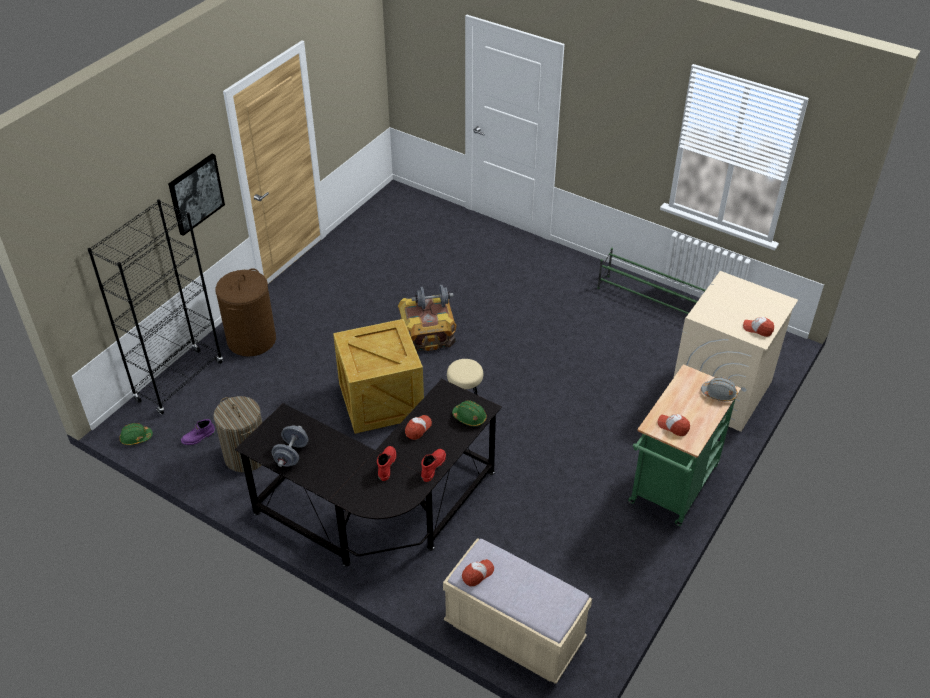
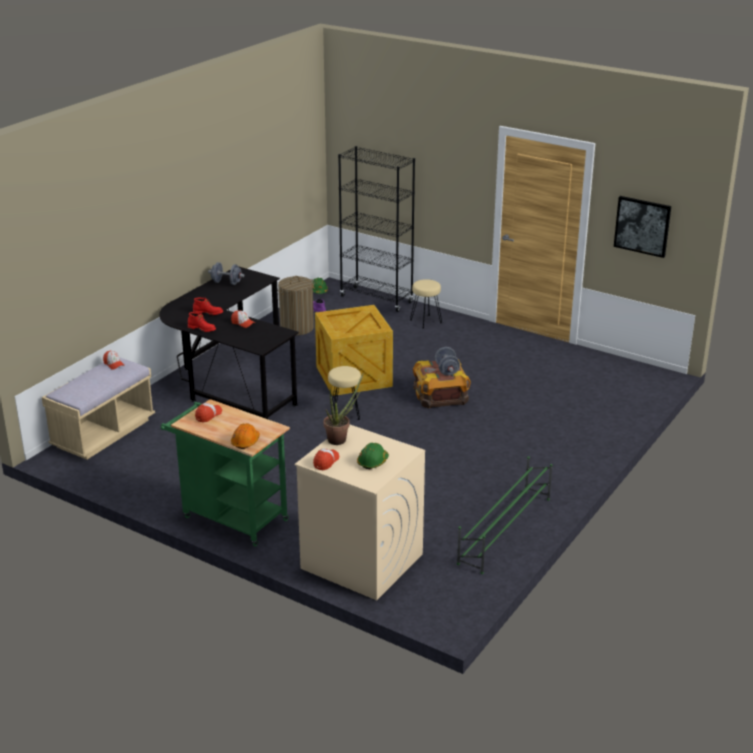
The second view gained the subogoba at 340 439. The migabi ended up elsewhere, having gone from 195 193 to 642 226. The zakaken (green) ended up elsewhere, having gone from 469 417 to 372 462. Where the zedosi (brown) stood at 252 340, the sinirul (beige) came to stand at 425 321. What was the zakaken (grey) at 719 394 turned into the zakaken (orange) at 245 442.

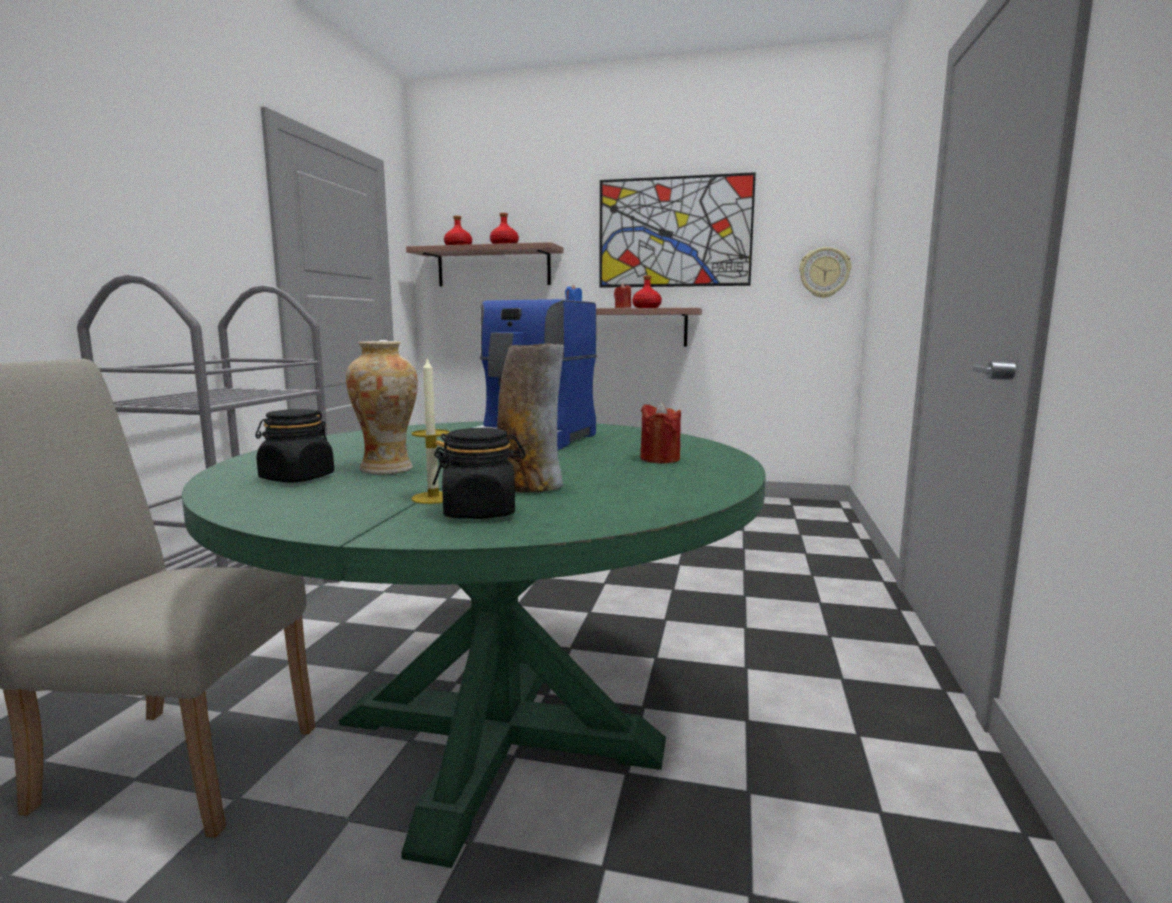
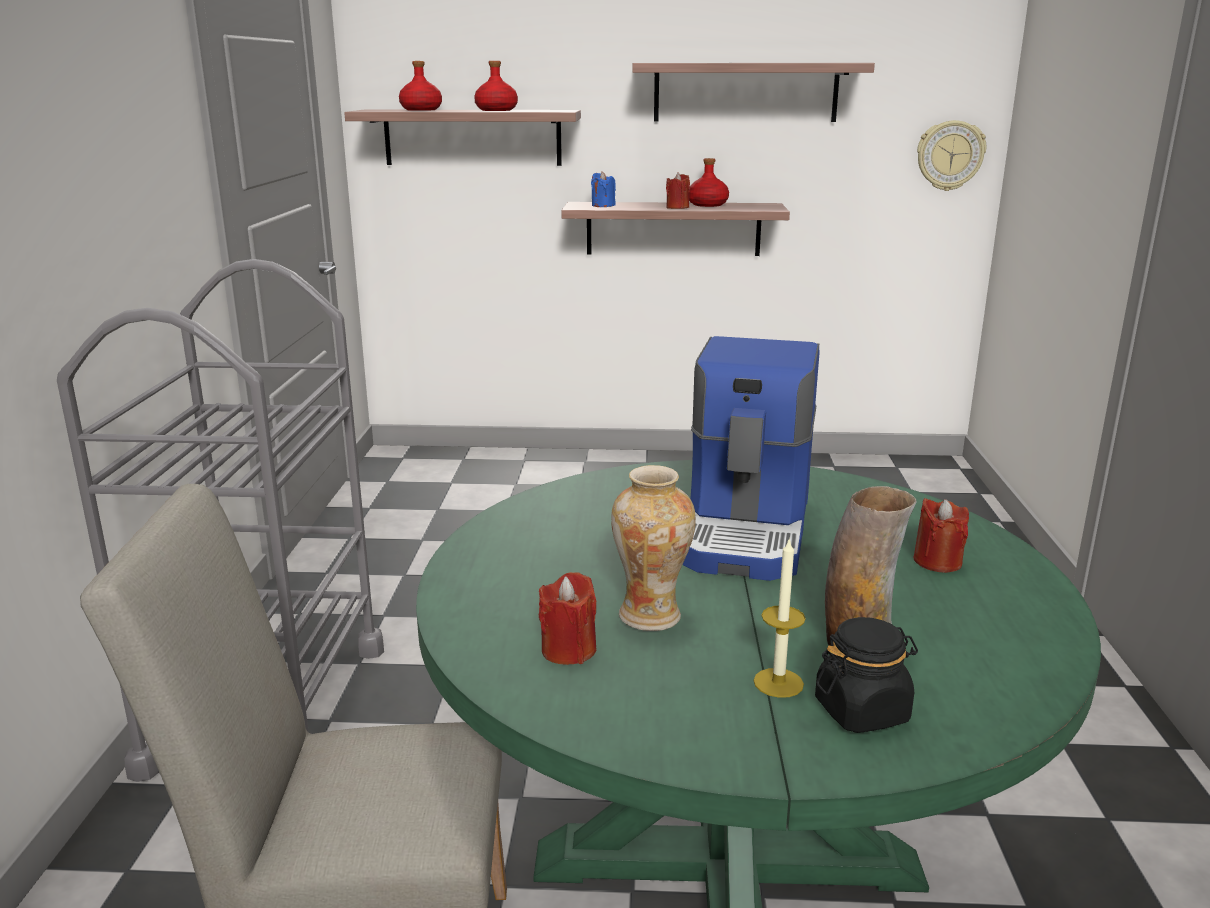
Where the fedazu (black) stood at 297 478, the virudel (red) came to stand at 568 650. Where the migabi hung at 674 232, the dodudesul came to hang at 745 92.

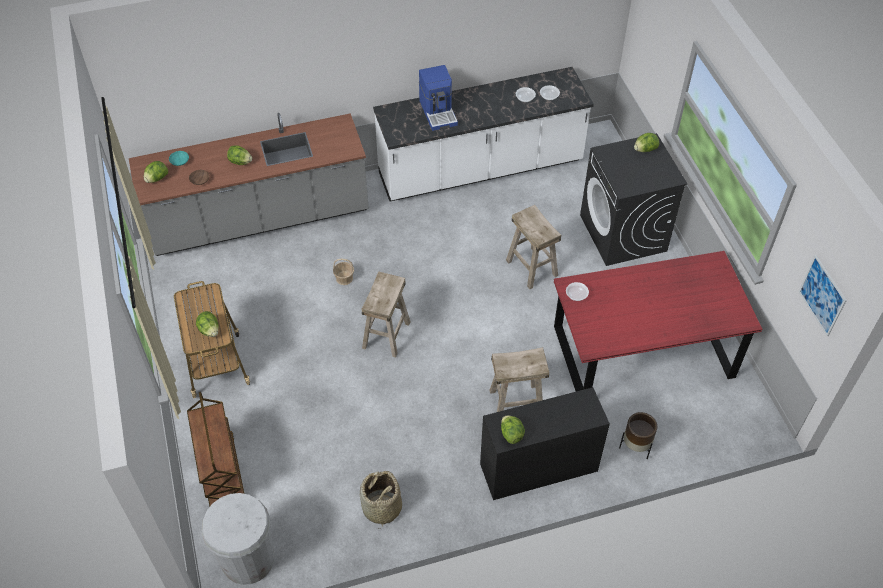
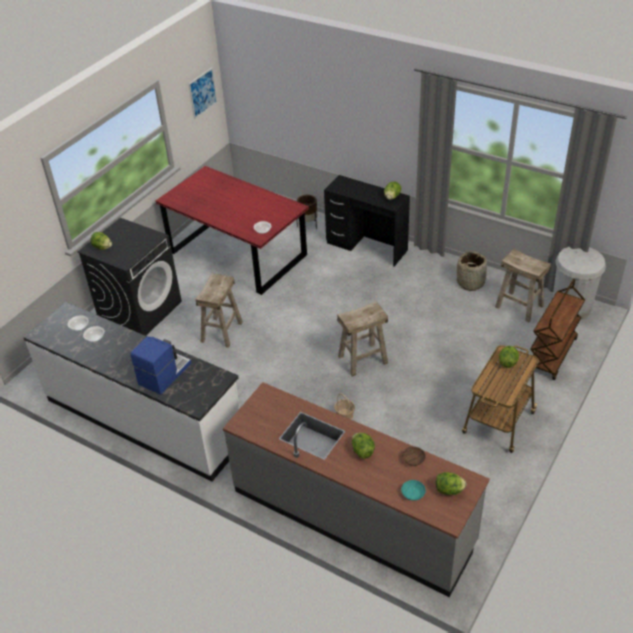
The sinirul (beige) ended up elsewhere, having gone from 516 402 to 518 306.

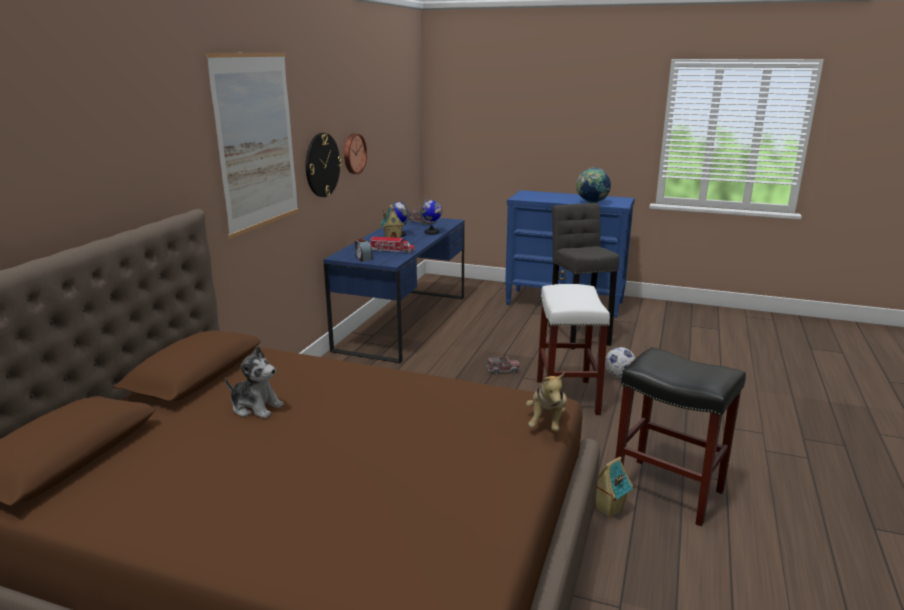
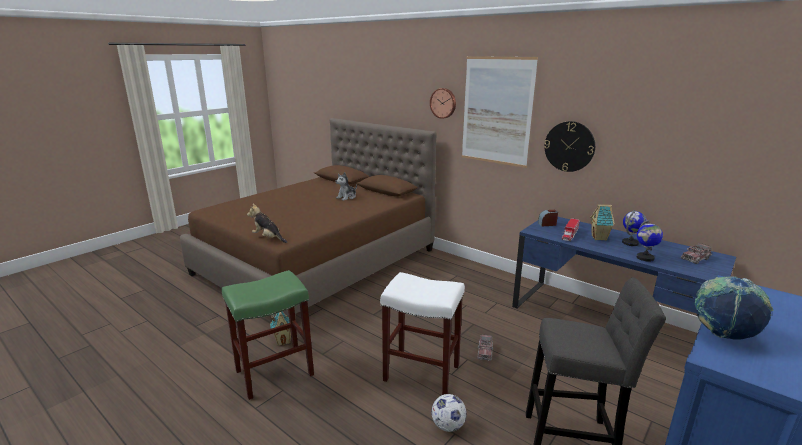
The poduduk ended up elsewhere, having gone from 353 153 to 443 103. What was the sinirul (black) at 669 491 turned into the sinirul (green) at 273 373.

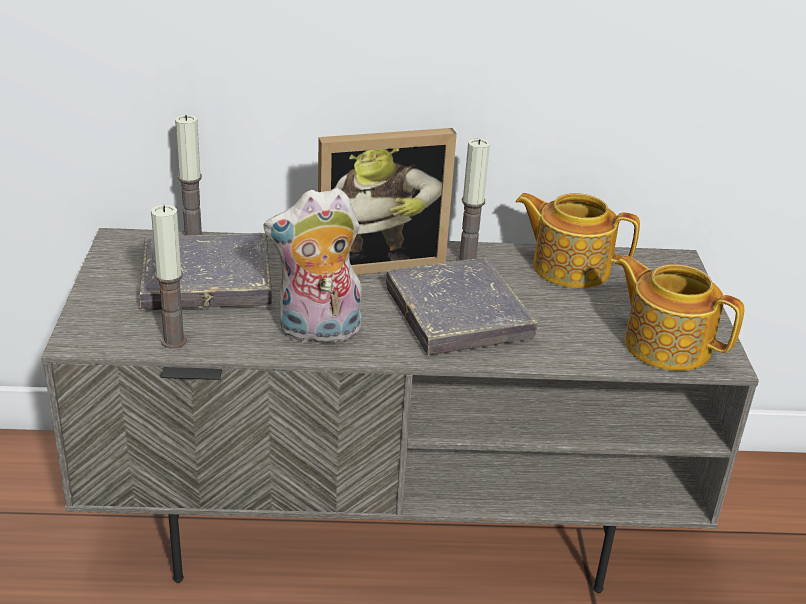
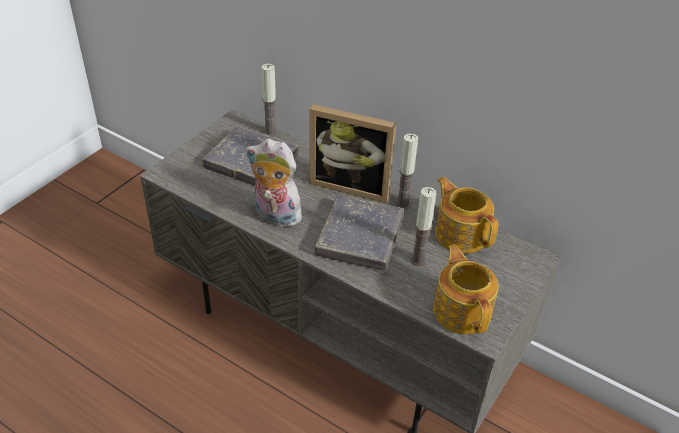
The virudel ended up elsewhere, having gone from 174 341 to 418 260.

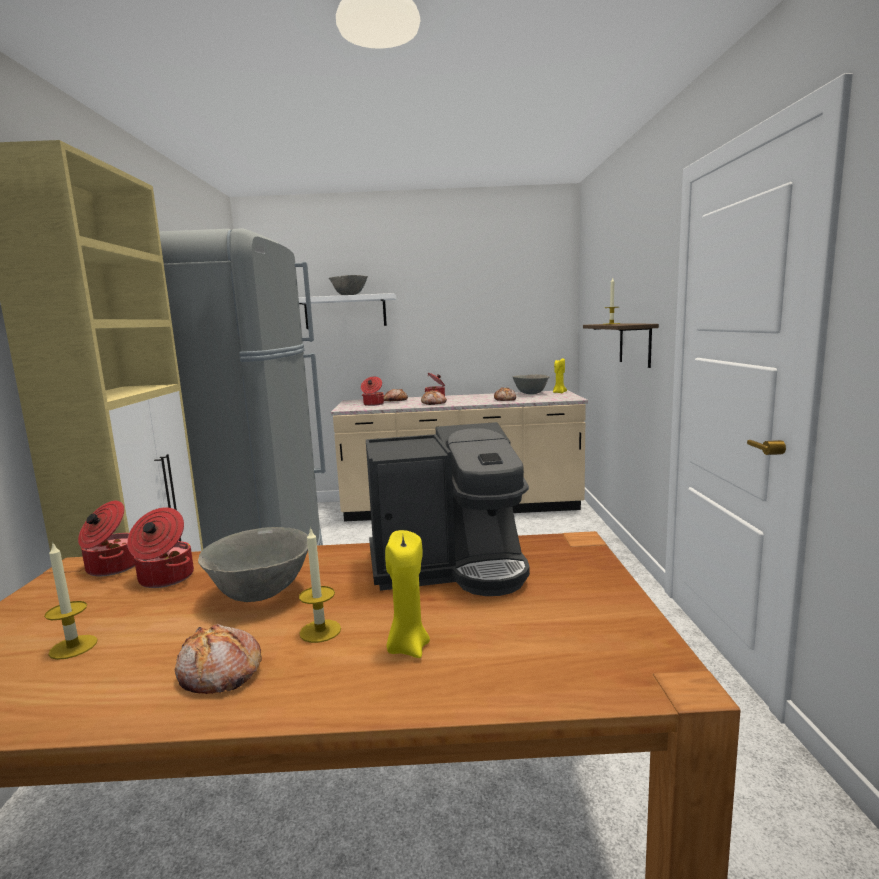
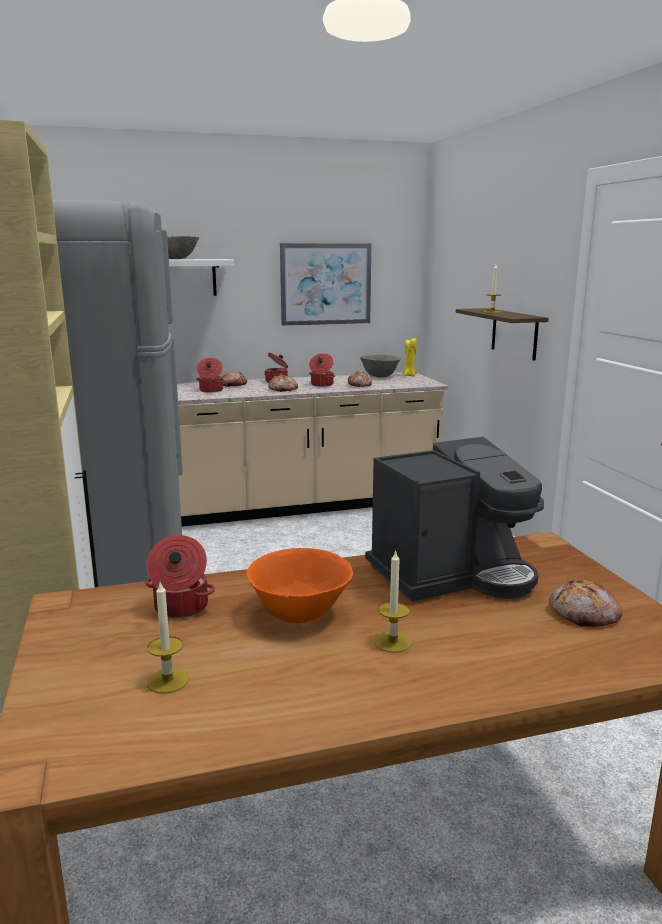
The second view lost the virudel (yellow) at 407 648. The second view gained the migabi at 325 284. The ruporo ended up elsewhere, having gone from 112 567 to 321 385. The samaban ended up elsewhere, having gone from 219 673 to 584 614. What was the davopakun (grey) at 261 594 turned into the davopakun (orange) at 300 614.

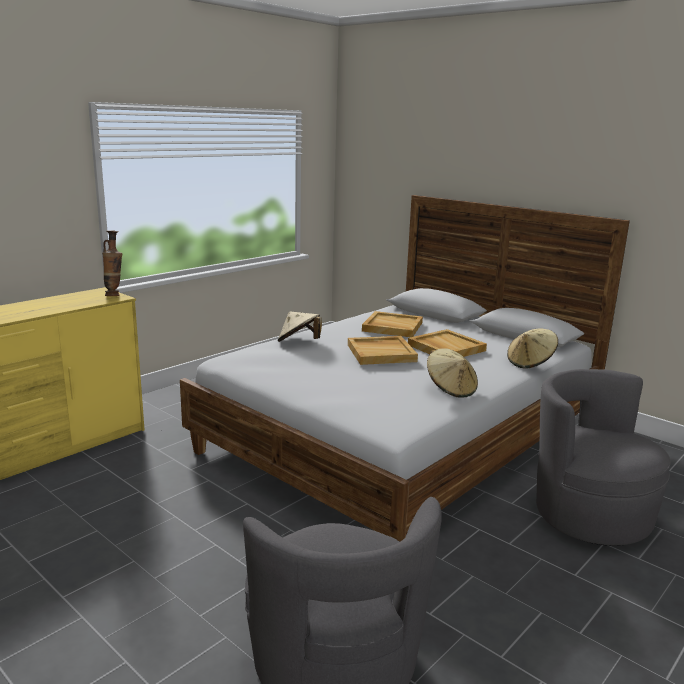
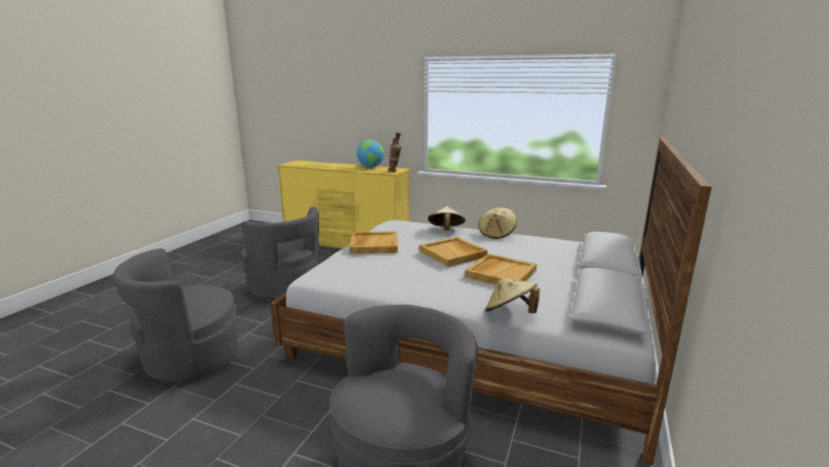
The second view gained the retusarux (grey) at 285 287. The second view gained the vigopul at 371 167. The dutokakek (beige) ended up elsewhere, having gone from 392 327 to 373 244. The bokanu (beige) ended up elsewhere, having gone from 450 389 to 497 234.

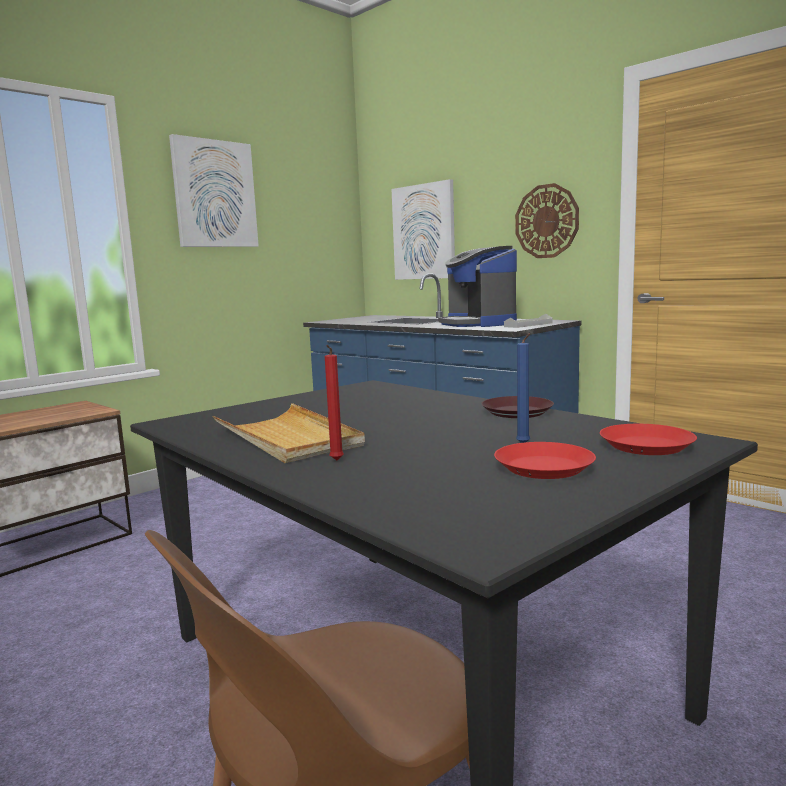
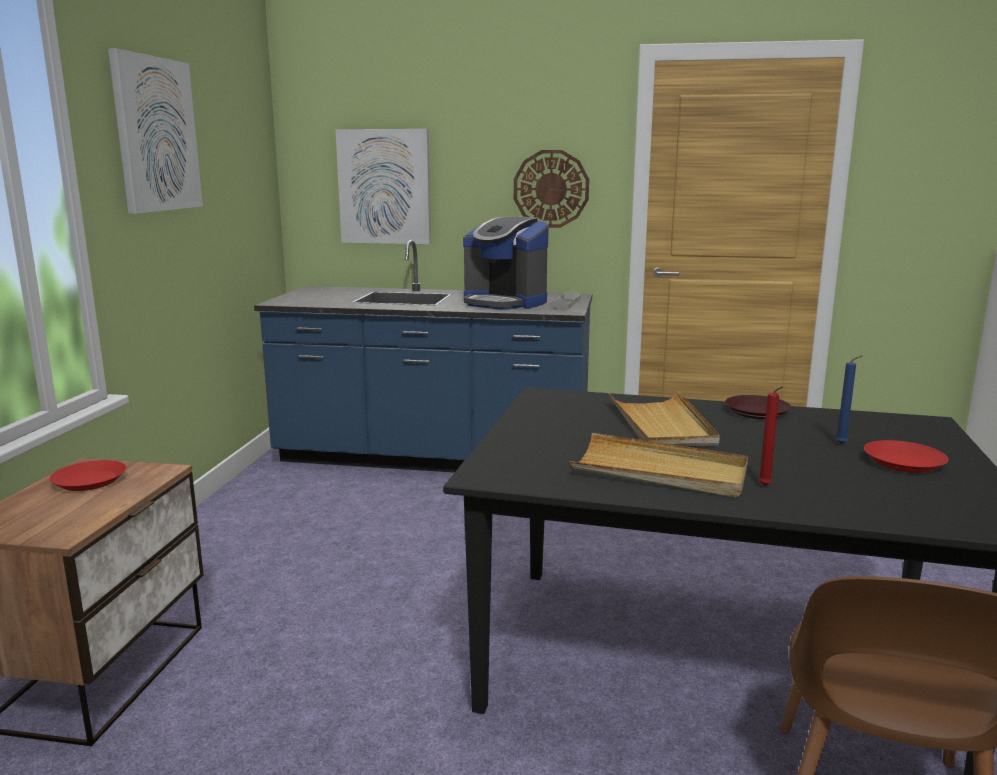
The second view gained the dutokakek (beige) at 661 424. The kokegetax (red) ended up elsewhere, having gone from 647 446 to 90 481.

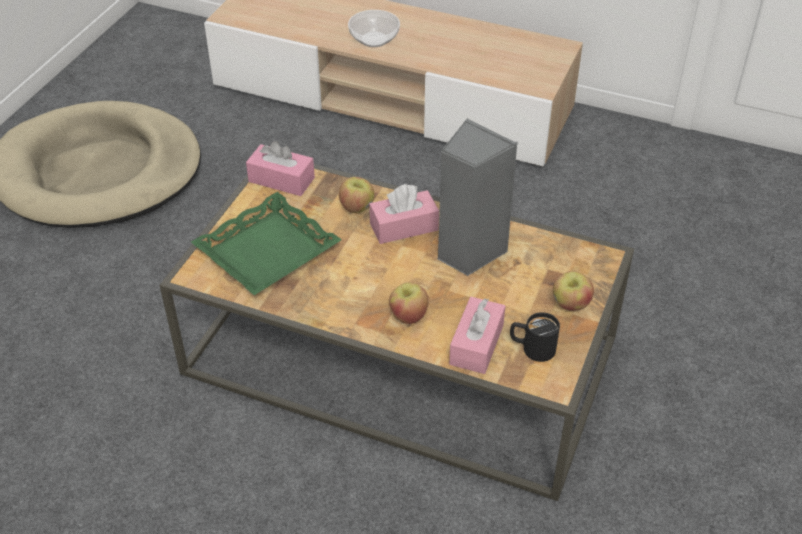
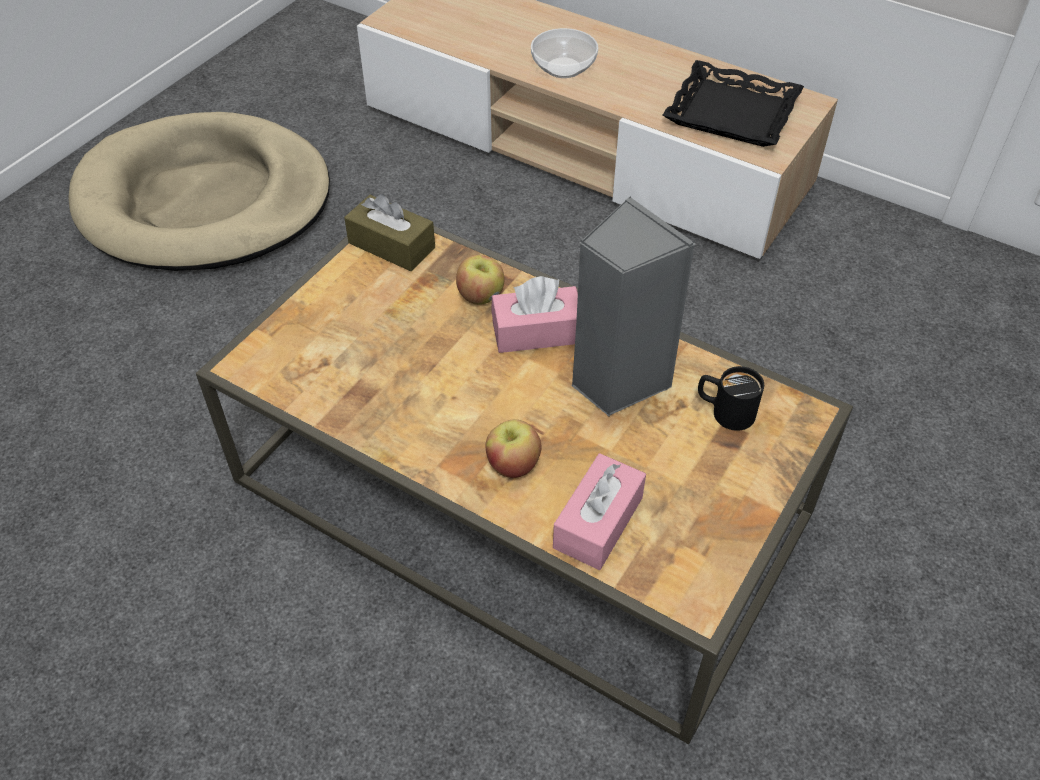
The second view lost the dutokakek (green) at 267 250. The second view lost the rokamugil at 570 304. The second view gained the dutokakek (black) at 731 114. The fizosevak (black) ended up elsewhere, having gone from 532 348 to 724 411. What was the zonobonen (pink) at 281 180 turned into the zonobonen (brown) at 391 245.

